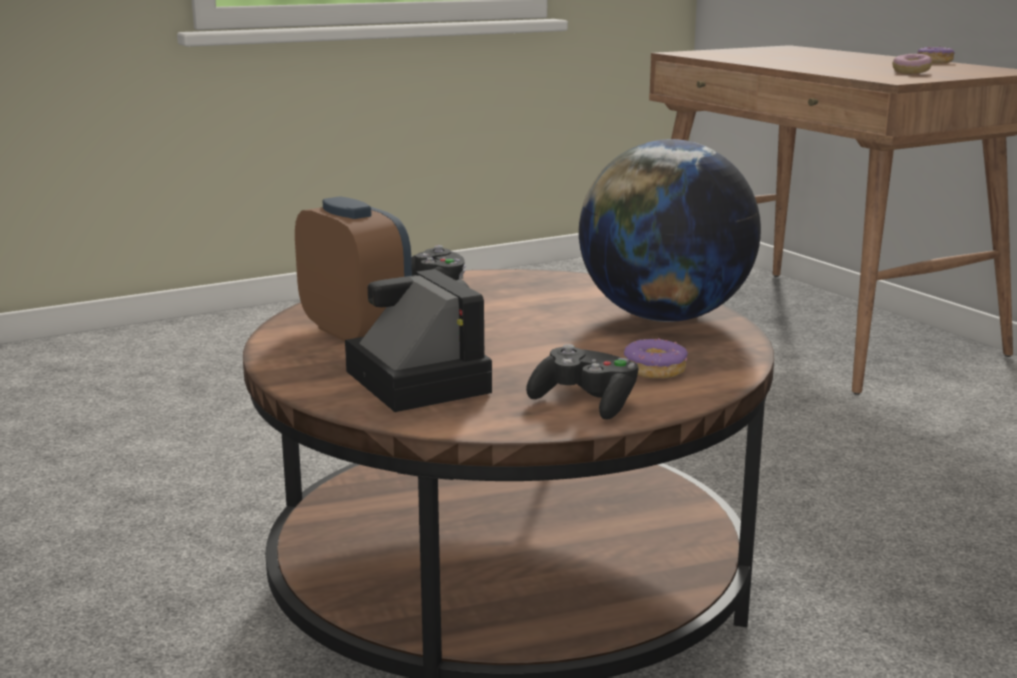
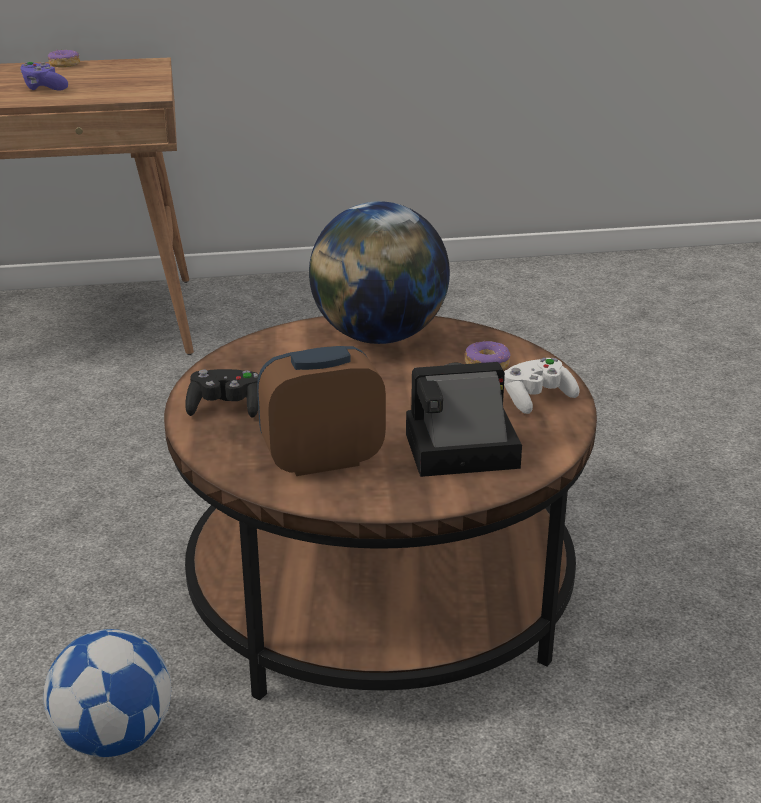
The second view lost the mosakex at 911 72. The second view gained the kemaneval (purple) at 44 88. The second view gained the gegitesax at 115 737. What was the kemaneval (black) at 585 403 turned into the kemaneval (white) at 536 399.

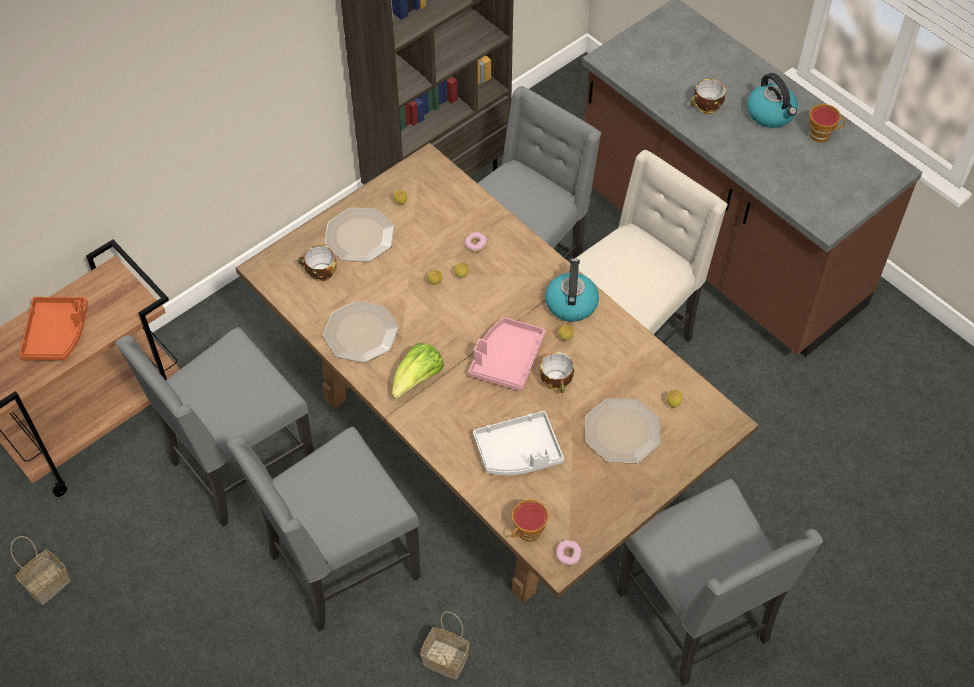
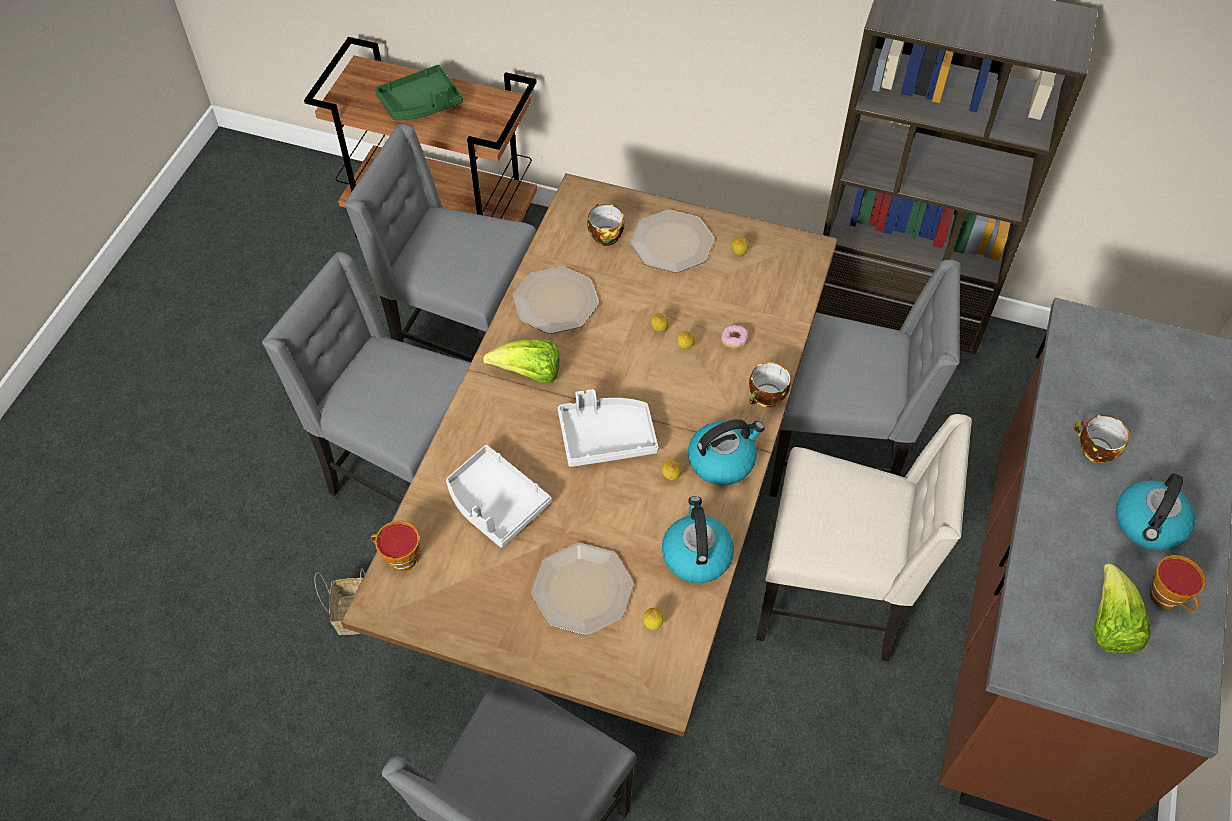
The second view lost the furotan at 48 582. The second view lost the mosakex at 568 555. The second view gained the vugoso at 696 555. The second view gained the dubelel at 1110 625. The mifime ended up elsewhere, having gone from 557 382 to 766 398. What was the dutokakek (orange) at 57 334 turned into the dutokakek (green) at 421 104. What was the dutokakek (pink) at 506 359 turned into the dutokakek (grey) at 606 437.

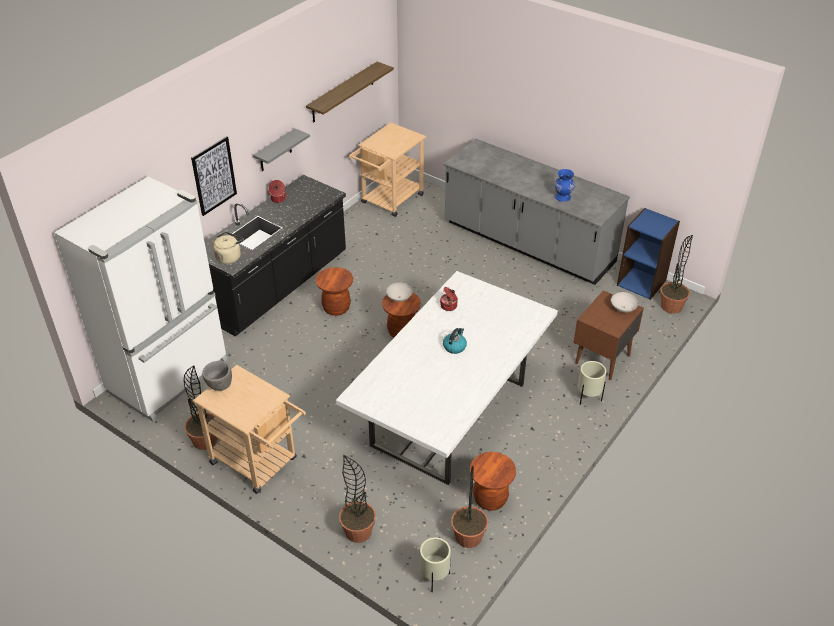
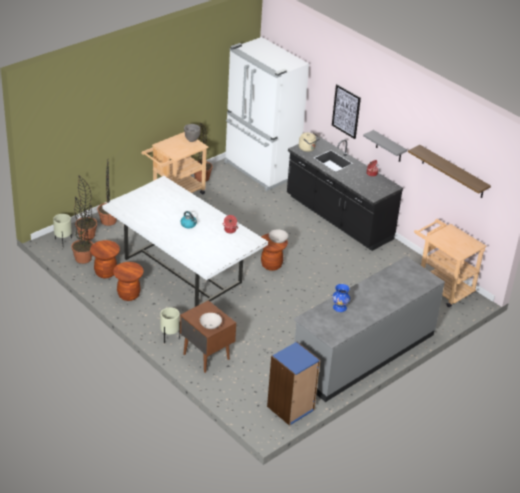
The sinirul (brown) ended up elsewhere, having gone from 336 308 to 128 295. The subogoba ended up elsewhere, having gone from 671 306 to 86 235.

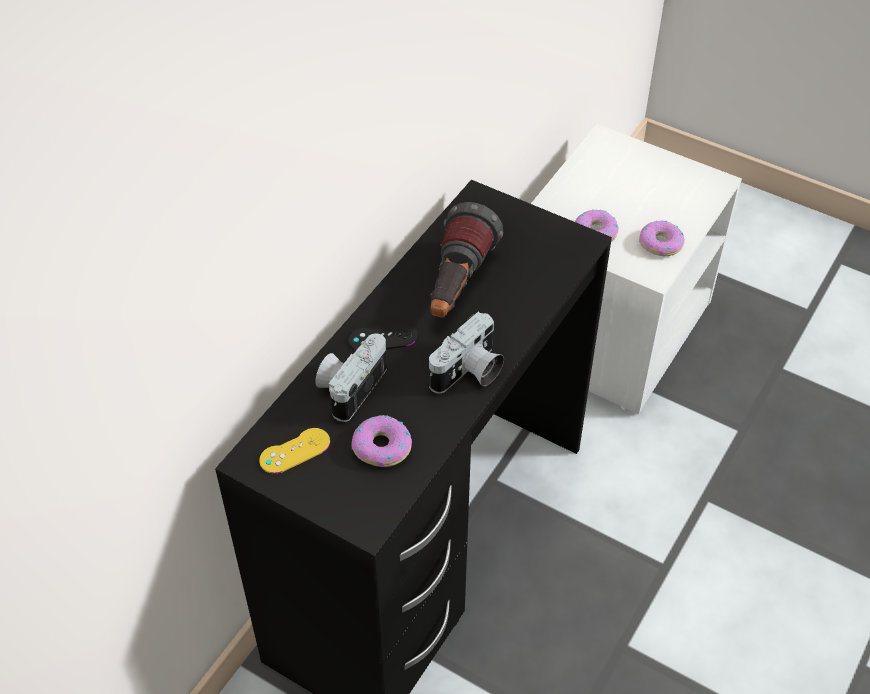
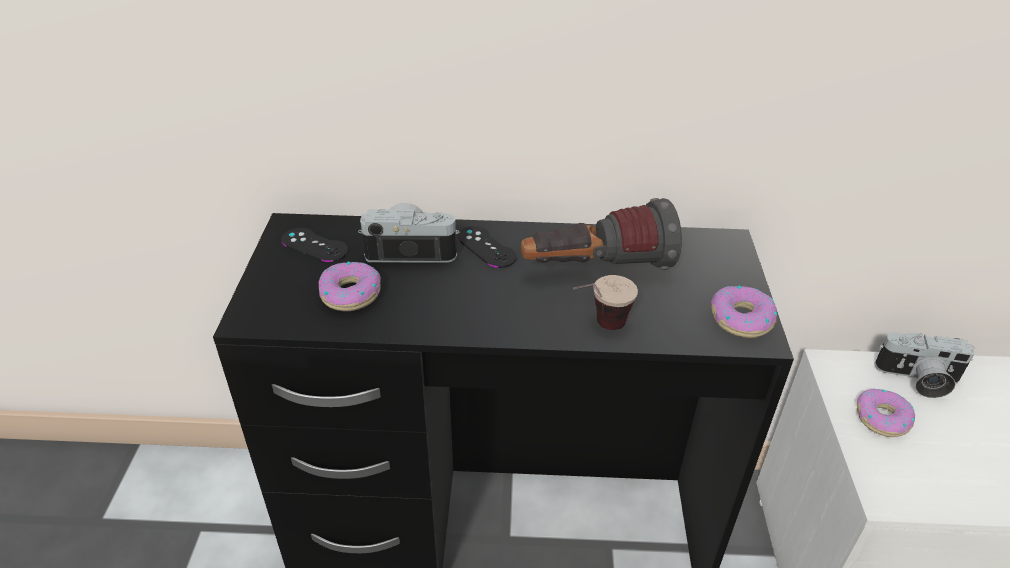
The second view gained the mifime at 598 328. The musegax ended up elsewhere, having gone from 469 373 to 917 380. The mosakex ended up elsewhere, having gone from 660 243 to 741 319. What was the kemaneval (yellow) at 295 451 turned into the kemaneval (black) at 314 245.

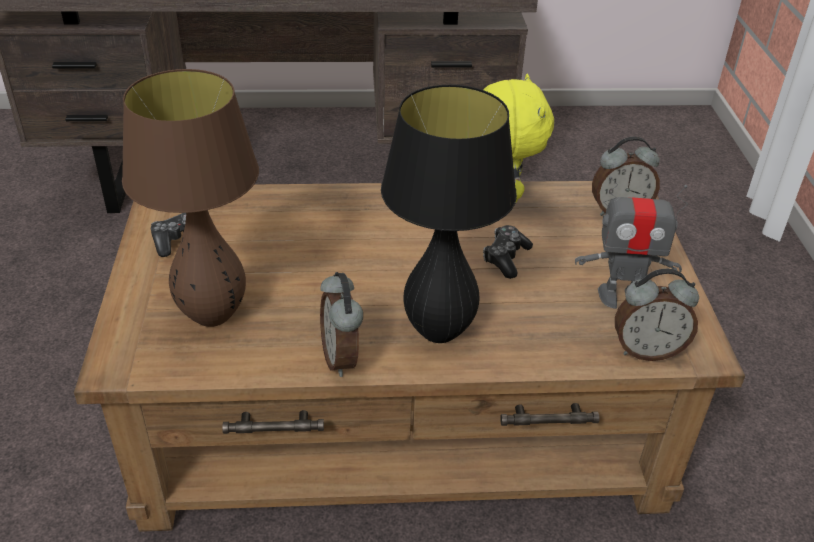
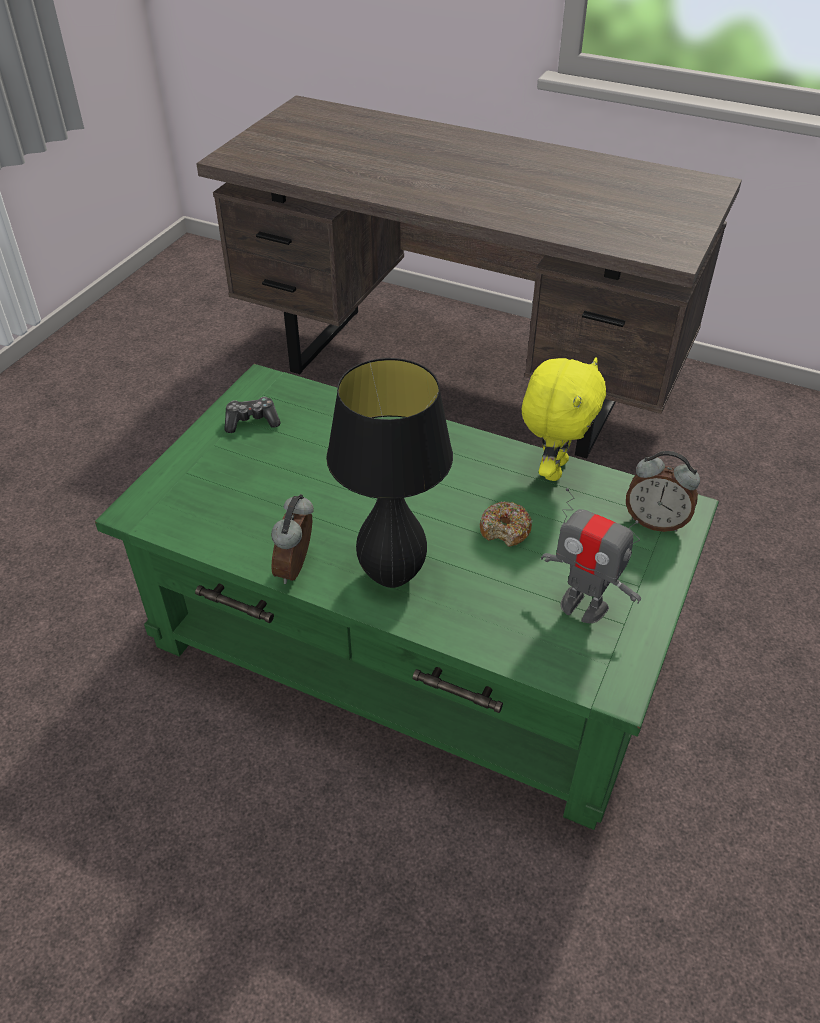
The second view lost the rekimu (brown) at 213 316. The second view lost the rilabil at 647 350. Where the kemaneval stood at 505 258, the mosakex came to stand at 505 530. What was the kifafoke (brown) at 403 420 turned into the kifafoke (green) at 412 643.

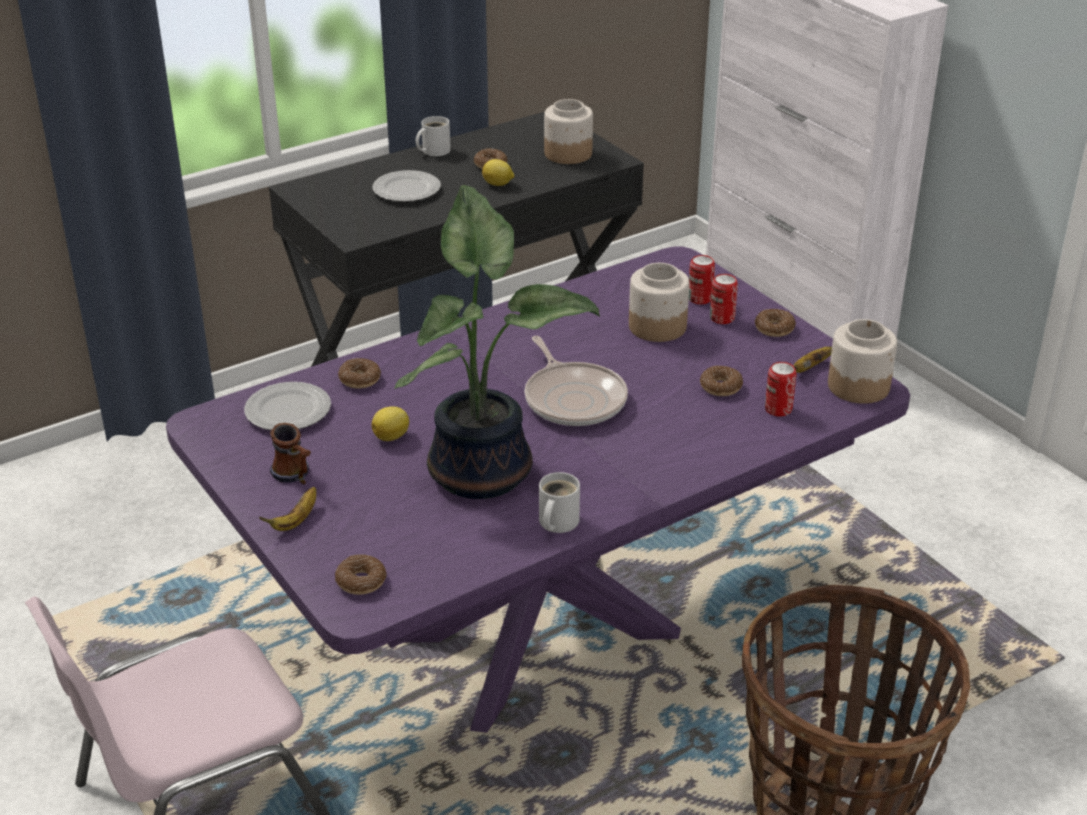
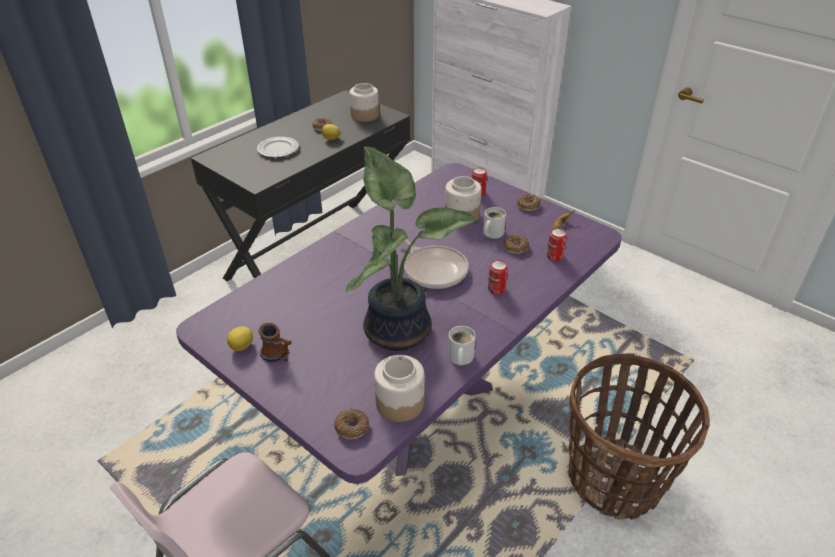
The second view lost the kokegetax at 287 411. The second view lost the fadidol at 295 521. The second view lost the mosakex at 359 379. The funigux ended up elsewhere, having gone from 392 437 to 242 346. The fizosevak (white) ended up elsewhere, having gone from 433 151 to 491 233. The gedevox ended up elsewhere, having gone from 722 318 to 496 289. The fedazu ended up elsewhere, having gone from 858 386 to 400 402.

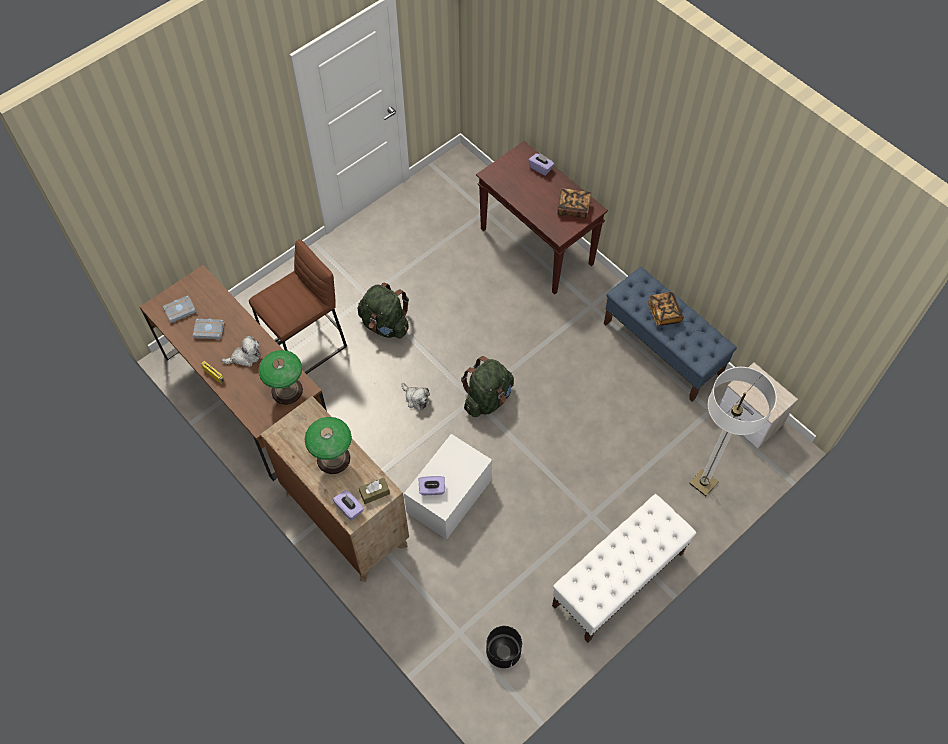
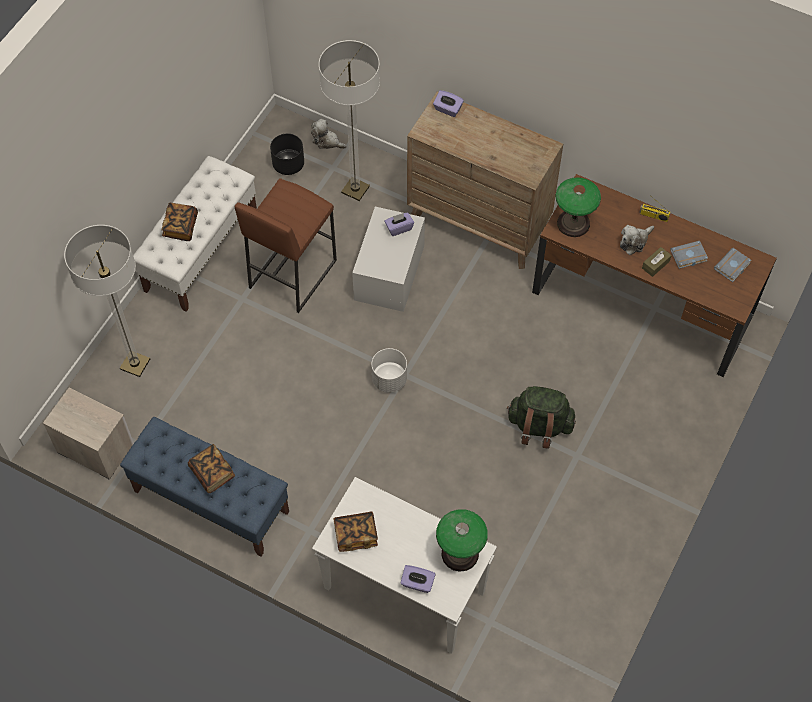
The second view gained the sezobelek at 180 227. The second view gained the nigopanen at 355 189. The sinirul (brown) ended up elsewhere, having gone from 306 347 to 292 273. The rekimu ended up elsewhere, having gone from 333 458 to 460 554. The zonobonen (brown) ended up elsewhere, having gone from 374 493 to 655 265. The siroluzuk ended up elsewhere, having gone from 416 399 to 327 141. Where the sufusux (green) stood at 488 398, the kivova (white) came to stand at 389 380. What was the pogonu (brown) at 537 247 turned into the pogonu (white) at 402 590.

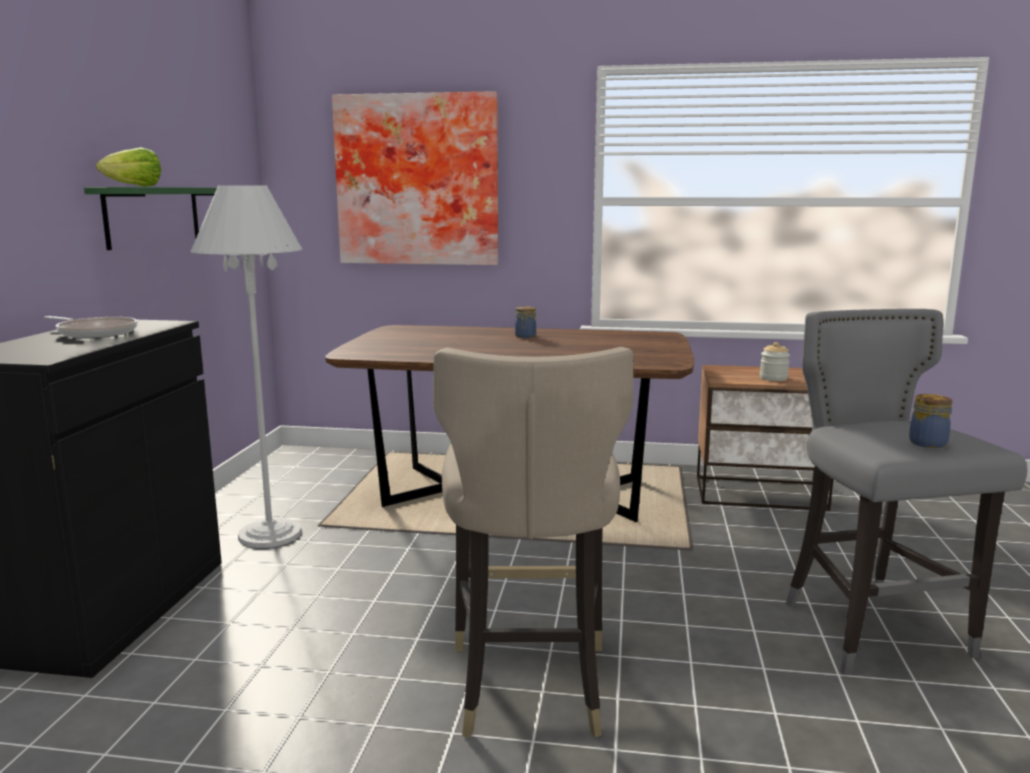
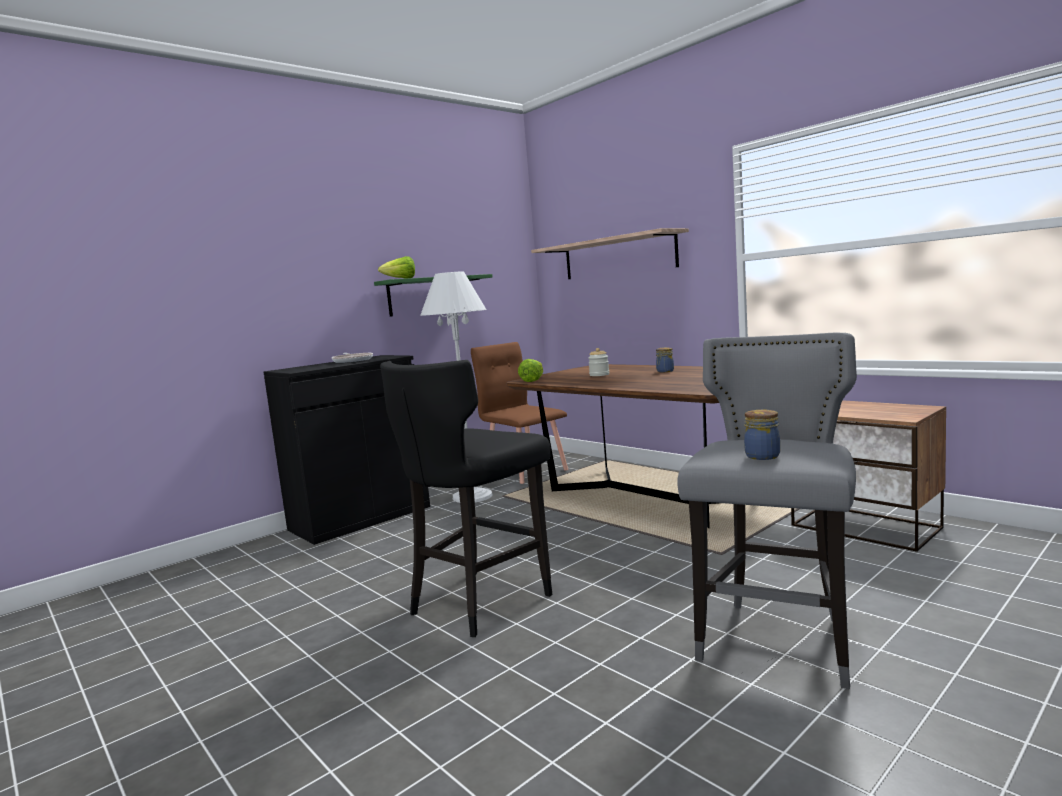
The second view gained the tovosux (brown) at 526 471. The second view gained the dubelel at 533 380. The fedazu ended up elsewhere, having gone from 773 378 to 599 375. Where the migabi hung at 418 180, the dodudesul came to hang at 618 256. What was the sinirul (beige) at 528 685 turned into the sinirul (black) at 480 601.

